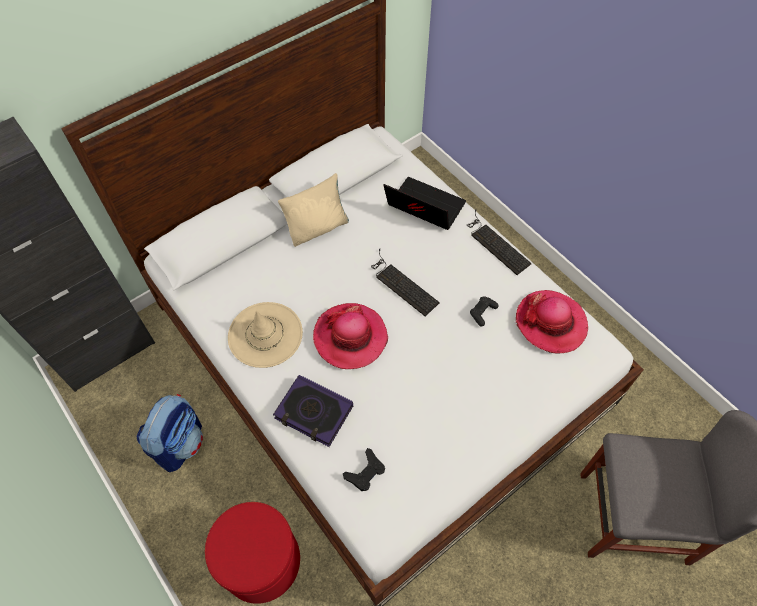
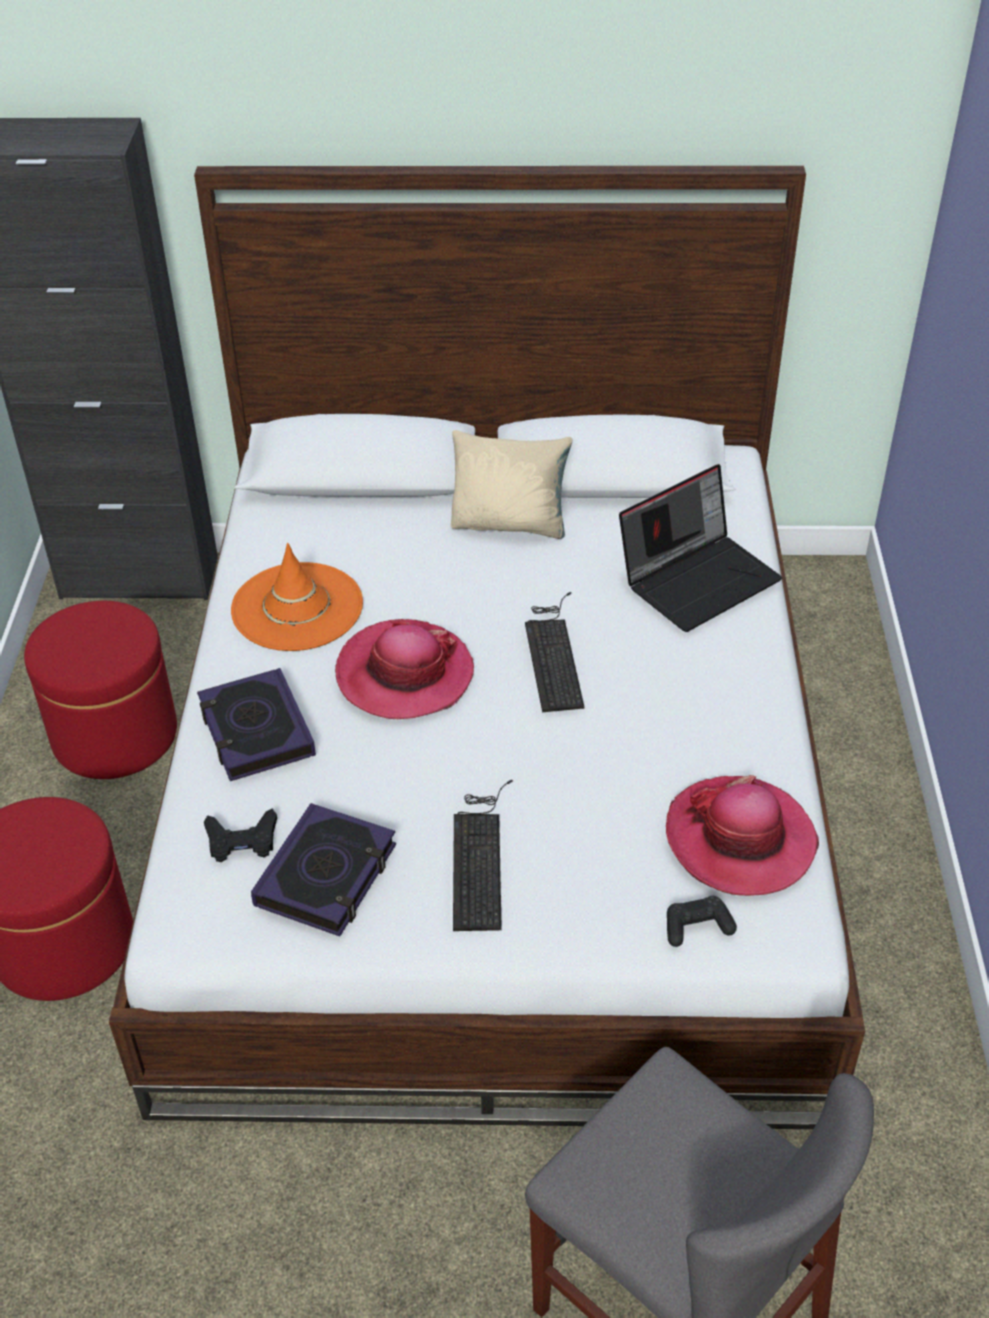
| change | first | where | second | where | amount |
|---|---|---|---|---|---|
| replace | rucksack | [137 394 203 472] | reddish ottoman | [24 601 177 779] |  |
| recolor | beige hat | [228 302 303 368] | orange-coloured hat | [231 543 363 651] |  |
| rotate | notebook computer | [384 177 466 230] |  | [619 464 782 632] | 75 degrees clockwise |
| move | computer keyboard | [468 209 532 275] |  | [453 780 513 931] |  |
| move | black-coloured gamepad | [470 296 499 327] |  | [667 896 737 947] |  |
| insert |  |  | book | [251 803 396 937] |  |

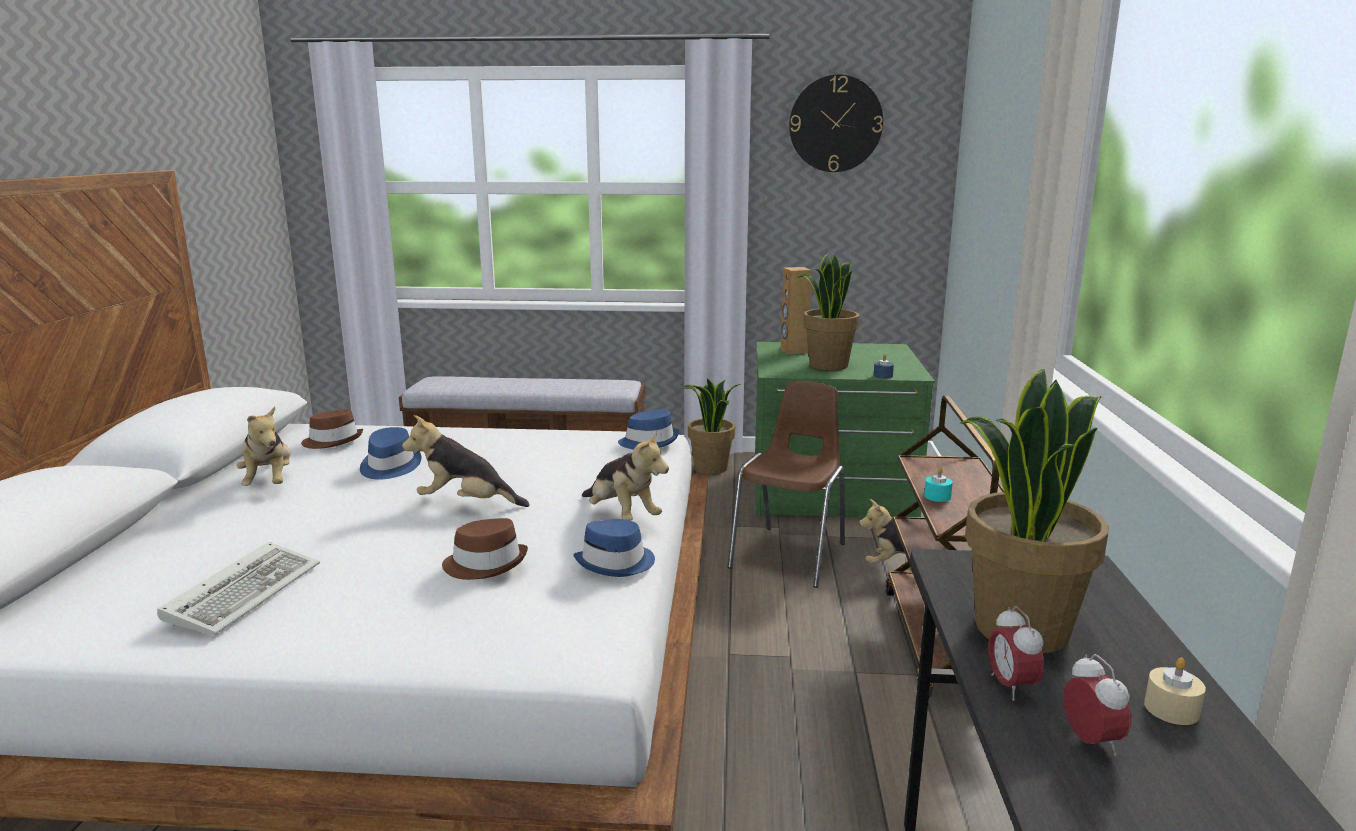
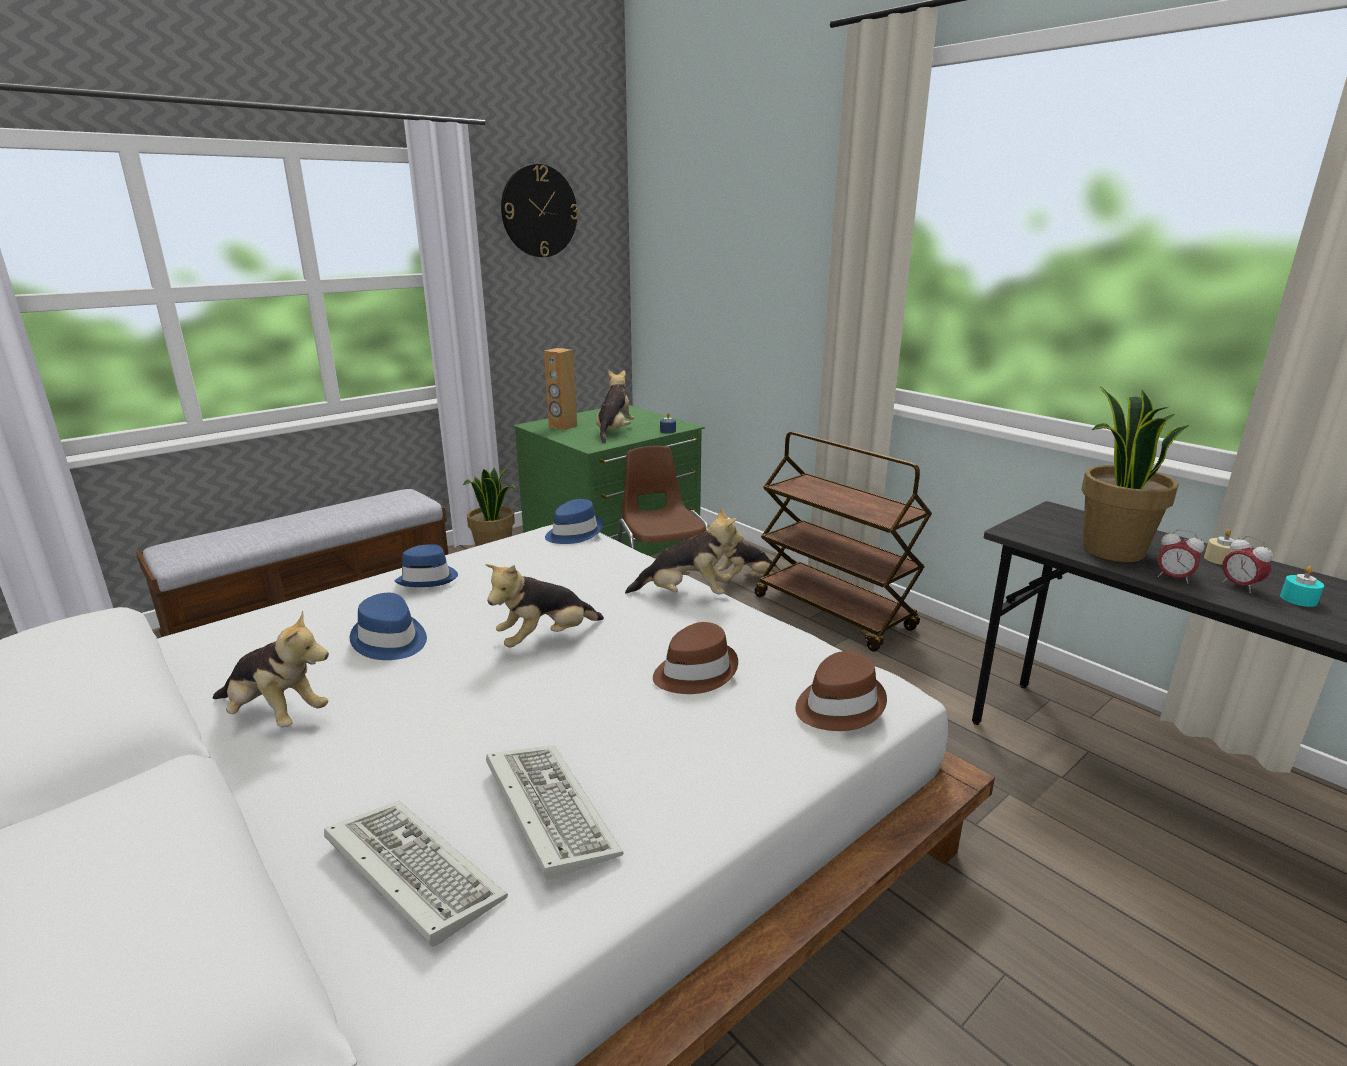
| change | first | where | second | where | amount |
|---|---|---|---|---|---|
| move | brown-coloured hat | [301 409 363 449] |  | [795 651 887 731] |  |
| move | blue-coloured hat | [573 519 655 577] |  | [395 544 458 587] |  |
| replace | potted plant | [797 253 859 371] | soft toy | [596 370 634 443] |  |
| move | turquoise-coloured wax light | [924 467 953 502] |  | [1280 566 1324 607] |  |
| rotate | table clock | [1064 654 1131 756] |  | [1222 536 1273 593] | 150 degrees counterclockwise |
| insert |  |  | computer keyboard | [324 800 508 947] |  |

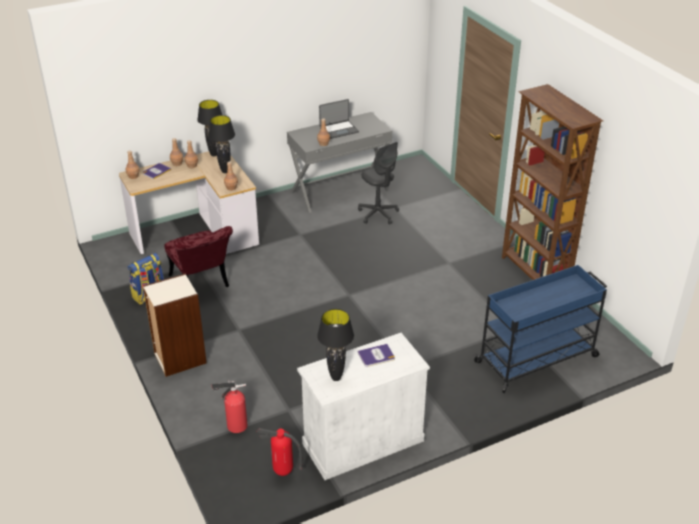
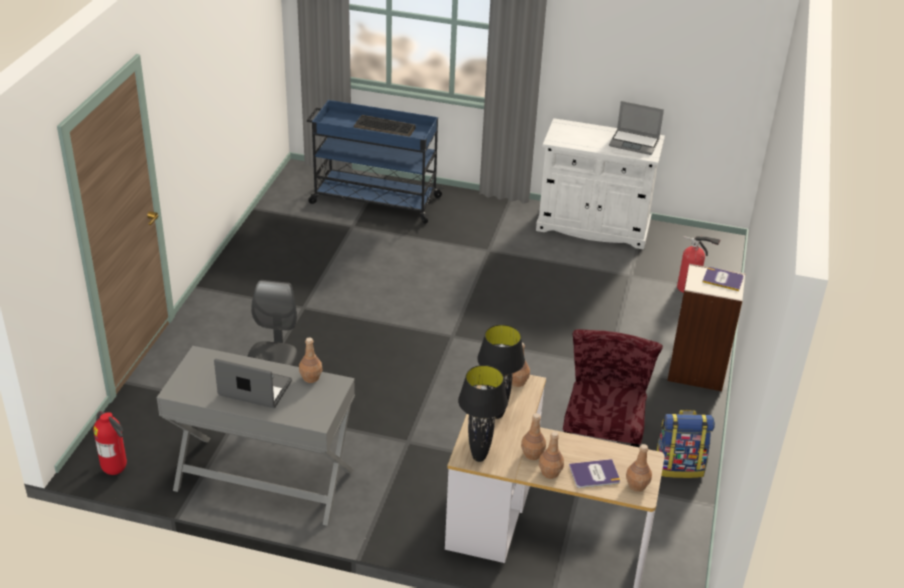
| change | first | where | second | where | amount |
|---|---|---|---|---|---|
| move | extinguisher | [257 428 303 476] |  | [93 411 127 475] |  |
| replace | black-coloured table lamp | [317 309 354 381] | notebook computer | [609 101 664 155] |  |
| move | book | [357 344 395 367] |  | [702 267 744 291] |  |
| delete | brown-coloured bookshelf | [502 84 603 280] |  |  |  |
| insert |  |  | computer keyboard | [353 115 416 137] |  |

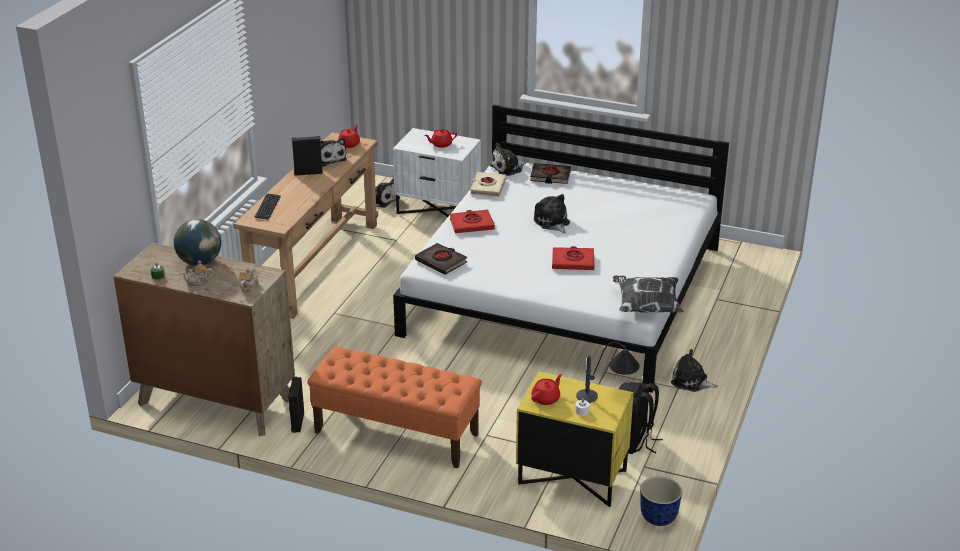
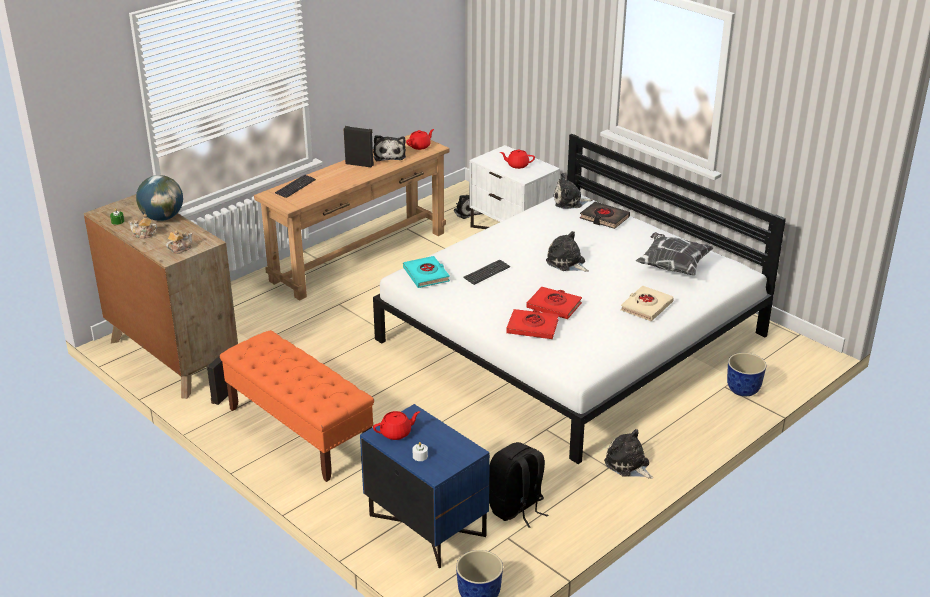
| change | first | where | second | where | amount |
|---|---|---|---|---|---|
| recolor | black-coloured book | [415 243 467 275] | turquoise-coloured book | [403 256 450 288] |  |
| move | reddish book | [450 210 495 233] |  | [506 309 559 339] |  |
| move | beige book | [470 172 506 197] |  | [620 285 674 321] |  |
| recolor | yellowish night table | [516 371 633 507] | blue-coloured night table | [360 404 490 568] |  |
| rotate | soft toy | [534 194 570 233] |  | [546 231 589 272] | 45 degrees counterclockwise |
| delete | table lamp | [576 342 639 403] |  |  |  |
| move | pillow | [613 275 684 313] |  | [636 232 714 275] |  |
| insert |  |  | computer keyboard | [464 260 510 285] |  |
| insert |  |  | planter | [727 353 766 396] |  |

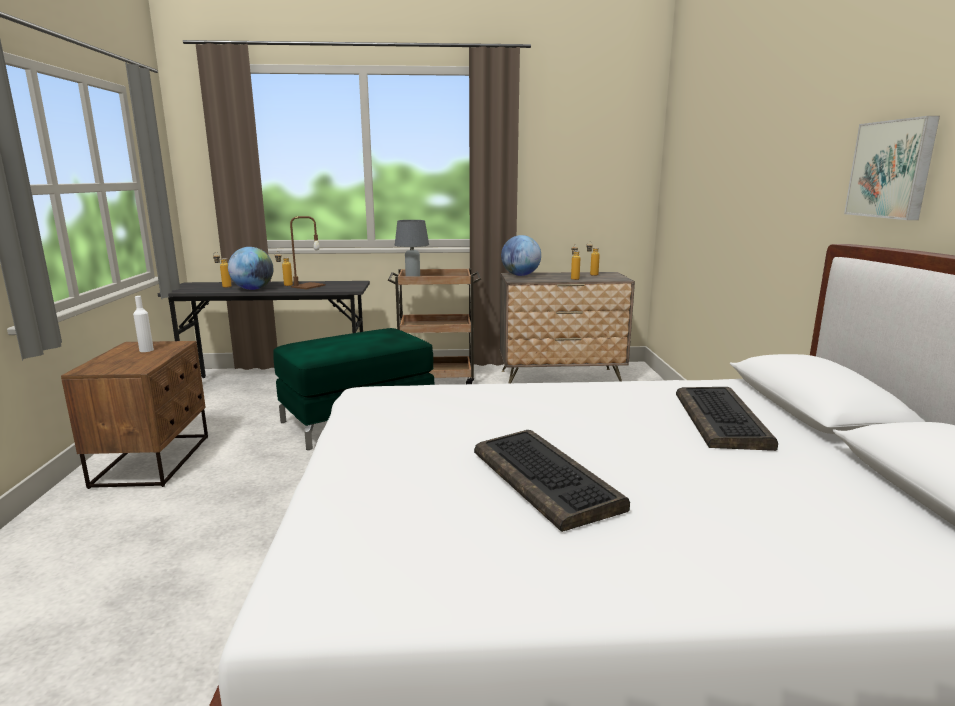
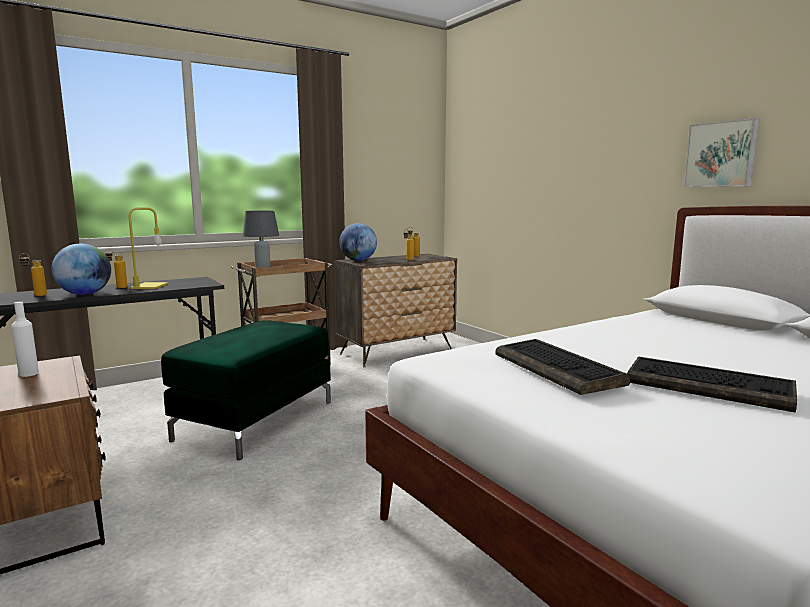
| change | first | where | second | where | amount |
|---|---|---|---|---|---|
| recolor | brown-coloured table lamp | [290 216 326 290] | yellowish table lamp | [128 207 168 289] |  |
| move | computer keyboard | [676 387 778 451] |  | [495 339 630 395] |  |

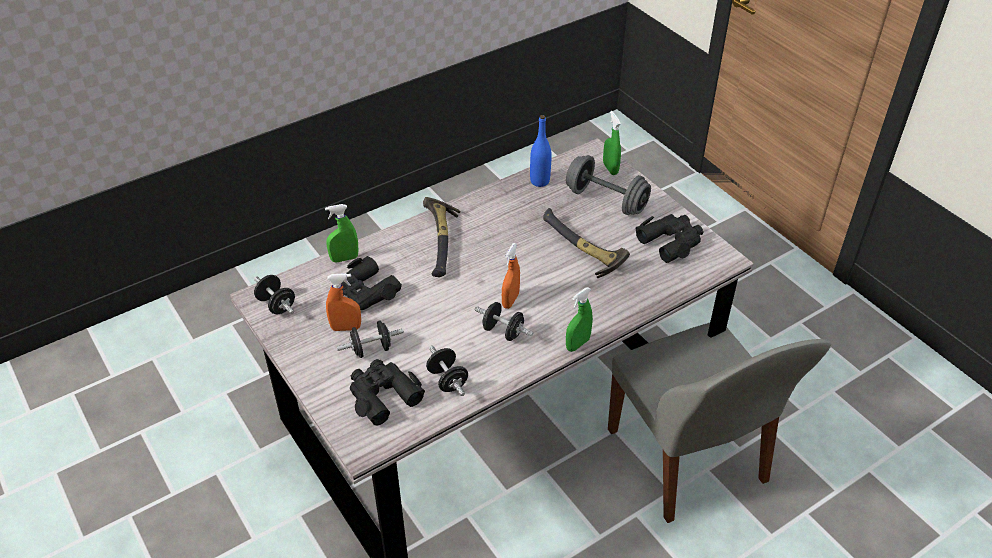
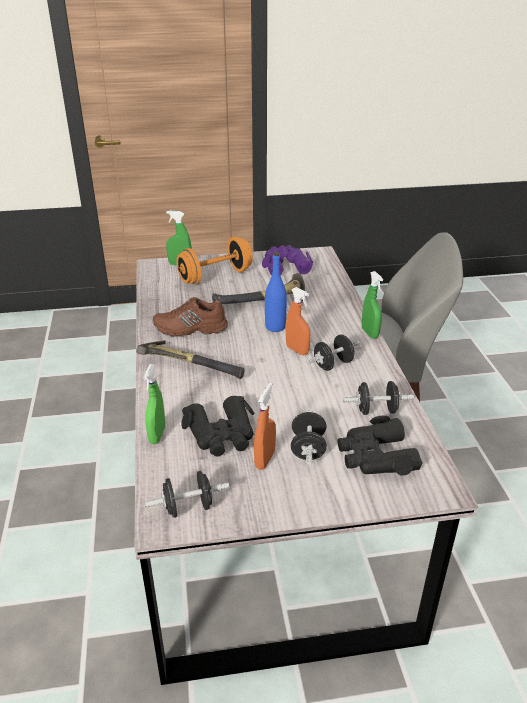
| change | first | where | second | where | amount |
|---|---|---|---|---|---|
| move | blue-coloured drink bottle | [530 115 552 187] |  | [265 252 287 332] |  |
| recolor | greyish dumbbell | [566 155 651 215] | orange-coloured dumbbell | [176 236 253 285] |  |
| recolor | black-coloured field glasses | [636 214 704 263] | purple-coloured field glasses | [262 245 313 275] |  |
| insert |  |  | brown-coloured item of footwear | [153 297 228 337] |  |

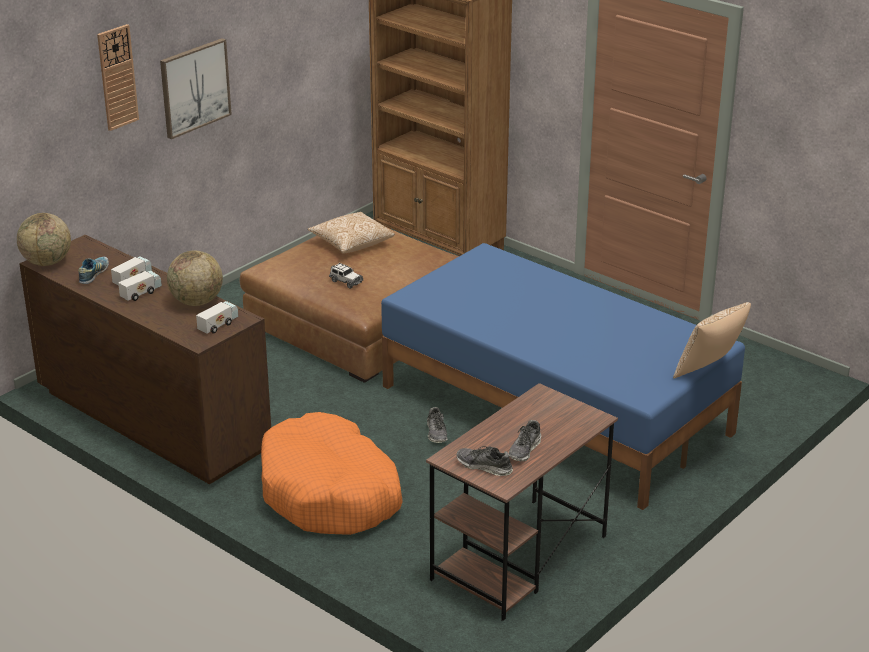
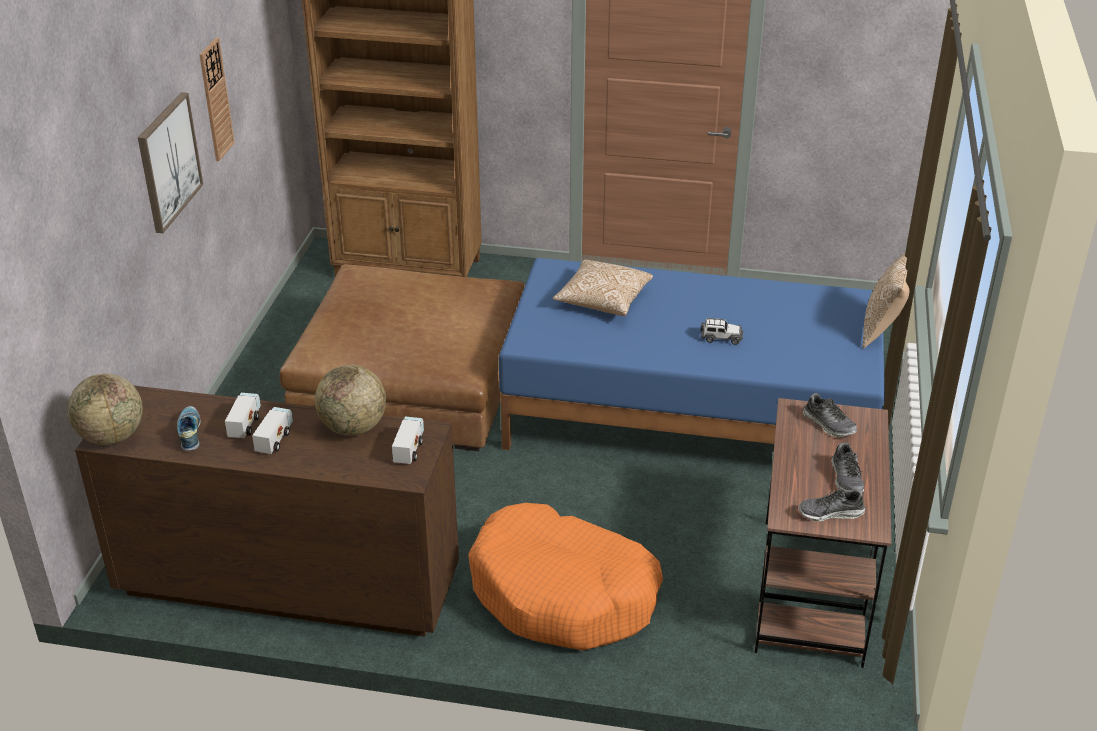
| change | first | where | second | where | amount |
|---|---|---|---|---|---|
| move | hanging clock | [97 24 139 131] |  | [199 37 235 161] |  |
| move | pillow | [308 212 395 253] |  | [553 260 653 316] |  |
| move | miniature car | [329 263 363 289] |  | [701 318 743 345] |  |
| move | item of footwear | [427 407 447 443] |  | [803 393 857 438] |  |

